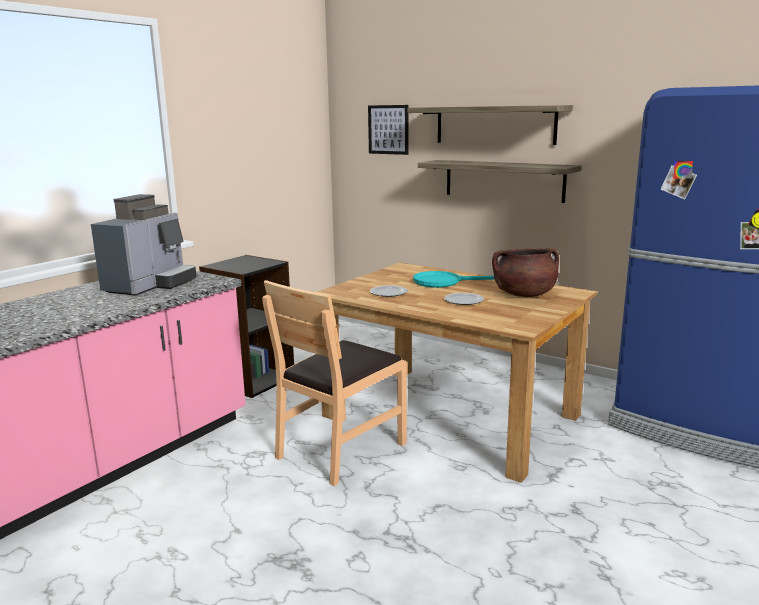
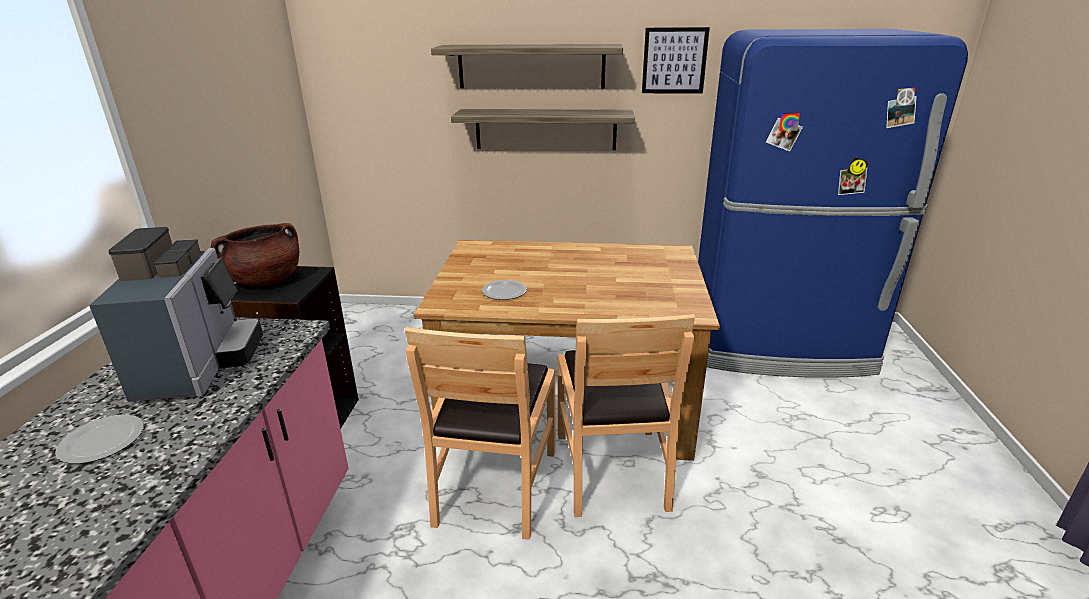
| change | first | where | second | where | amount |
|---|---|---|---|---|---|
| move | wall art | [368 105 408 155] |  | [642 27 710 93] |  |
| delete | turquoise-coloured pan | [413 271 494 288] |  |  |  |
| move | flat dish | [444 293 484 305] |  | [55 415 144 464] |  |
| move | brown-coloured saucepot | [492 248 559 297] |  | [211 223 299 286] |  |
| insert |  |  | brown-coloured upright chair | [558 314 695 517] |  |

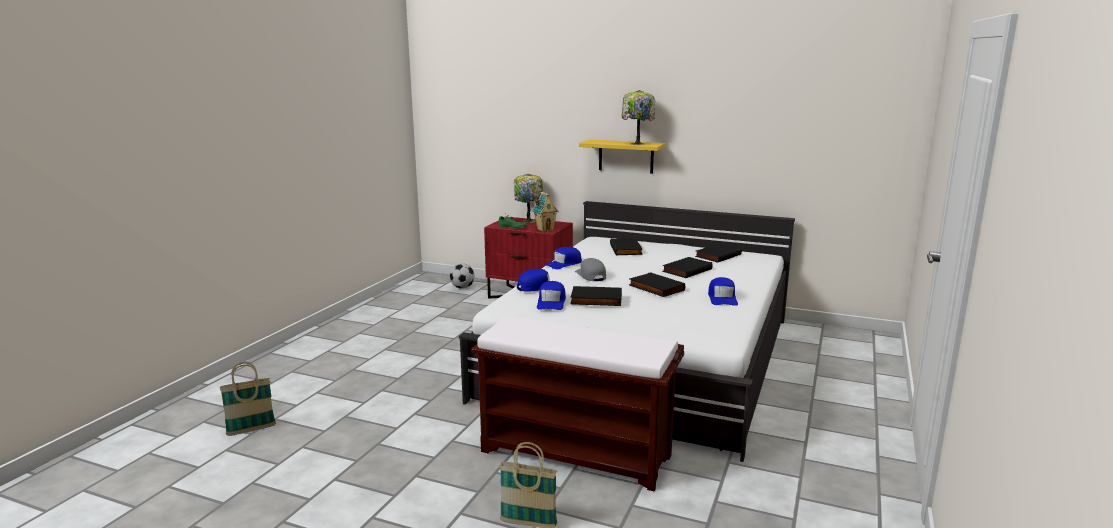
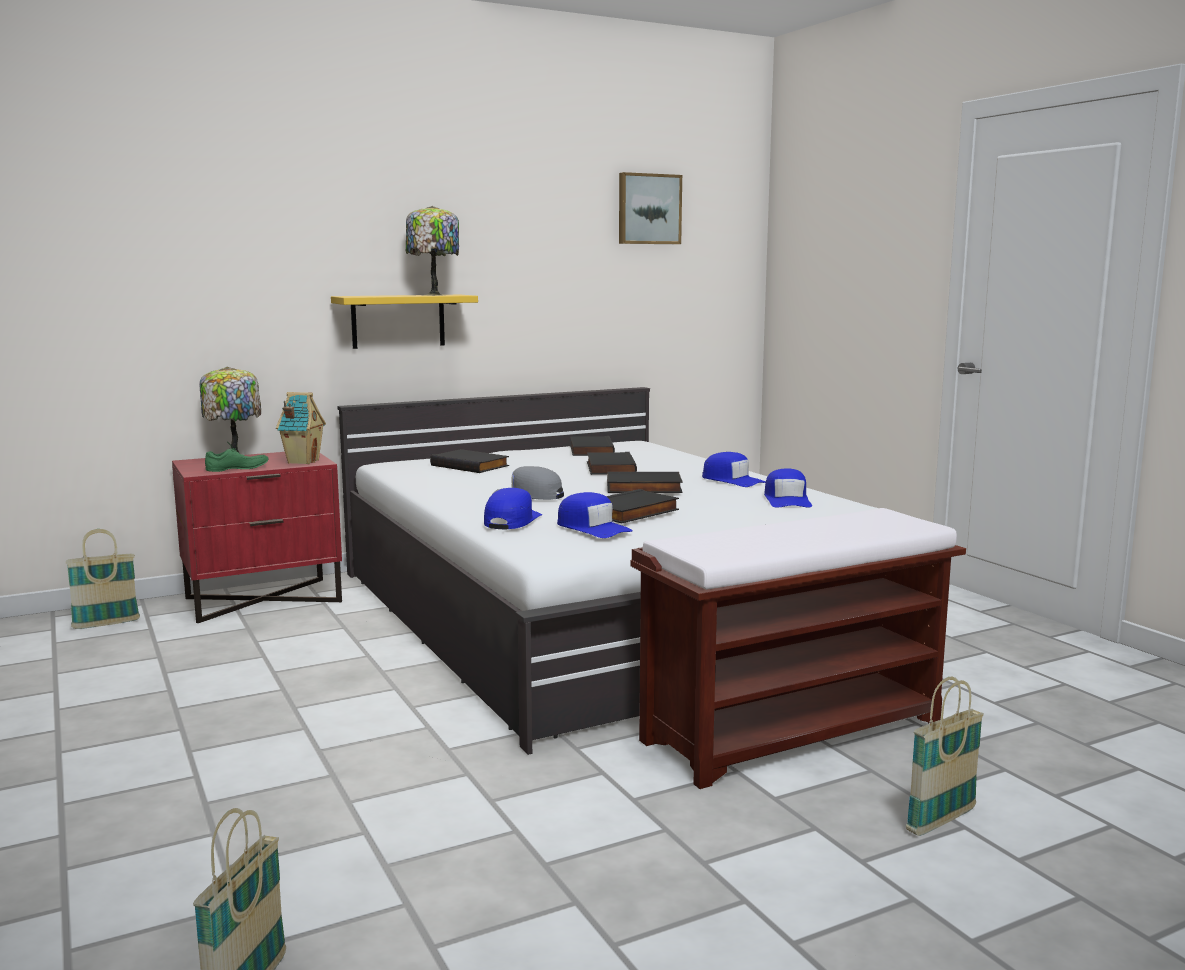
| change | first | where | second | where | amount |
|---|---|---|---|---|---|
| replace | football ball | [450 263 474 289] | storage basket | [66 529 140 629] |  |
| move | blue-coloured baseball cap | [545 247 582 269] |  | [764 469 812 508] |  |
| insert |  |  | wall art | [619 172 682 244] |  |

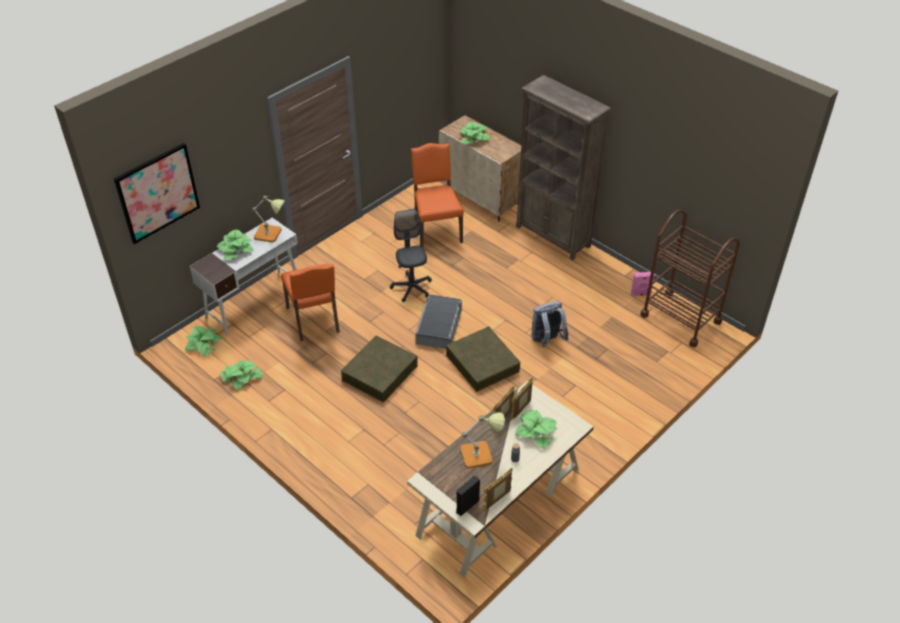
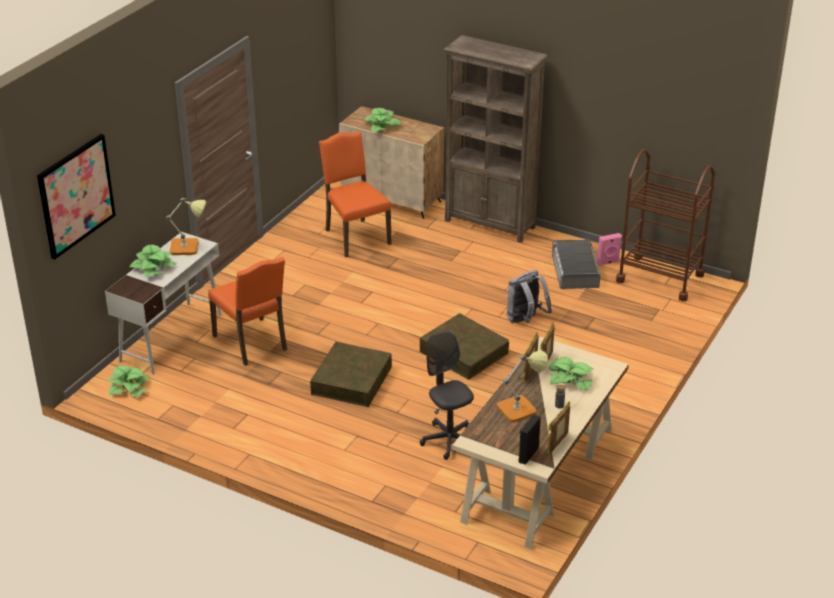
| change | first | where | second | where | amount |
|---|---|---|---|---|---|
| delete | potted plant | [220 360 263 391] |  |  |  |
| move | greyish computer chair | [390 209 432 303] |  | [420 330 474 460] |  |
| move | greyish storage box | [415 295 462 349] |  | [552 239 600 289] |  |

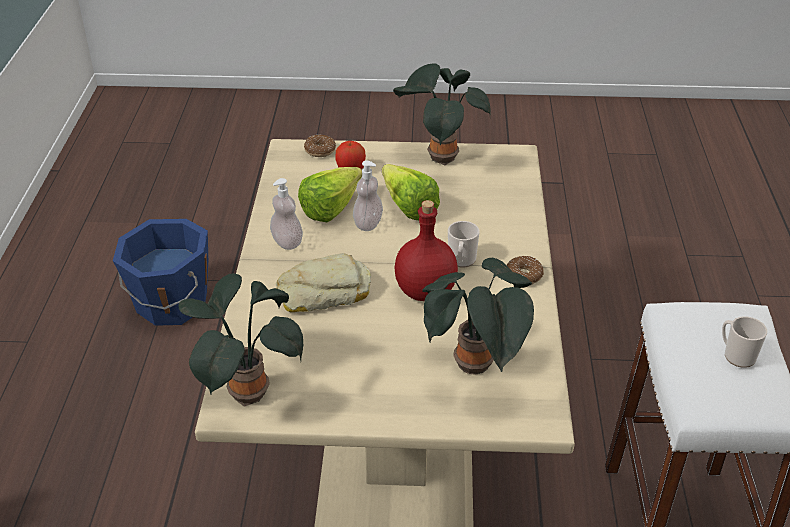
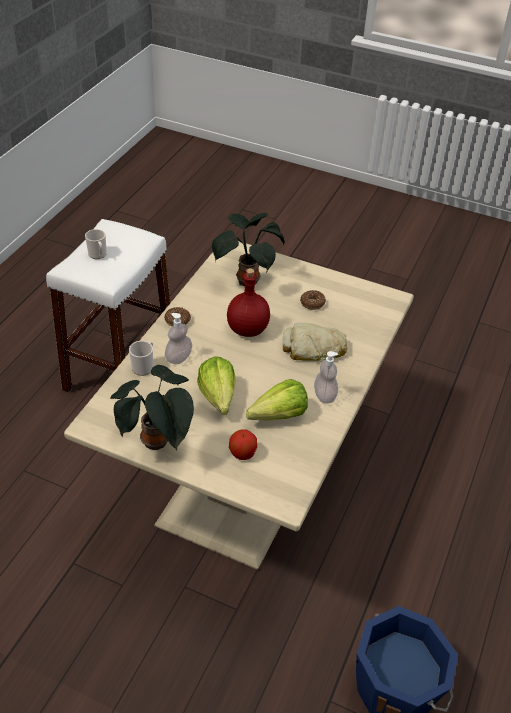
| change | first | where | second | where | amount |
|---|---|---|---|---|---|
| delete | potted plant | [179 273 303 407] |  |  |  |
| move | doughnut | [304 135 336 157] |  | [300 290 326 310] |  |
| move | liquid soap bottle | [353 160 383 231] |  | [165 313 192 364] |  |
| move | mug | [448 221 479 268] |  | [129 341 153 376] |  |

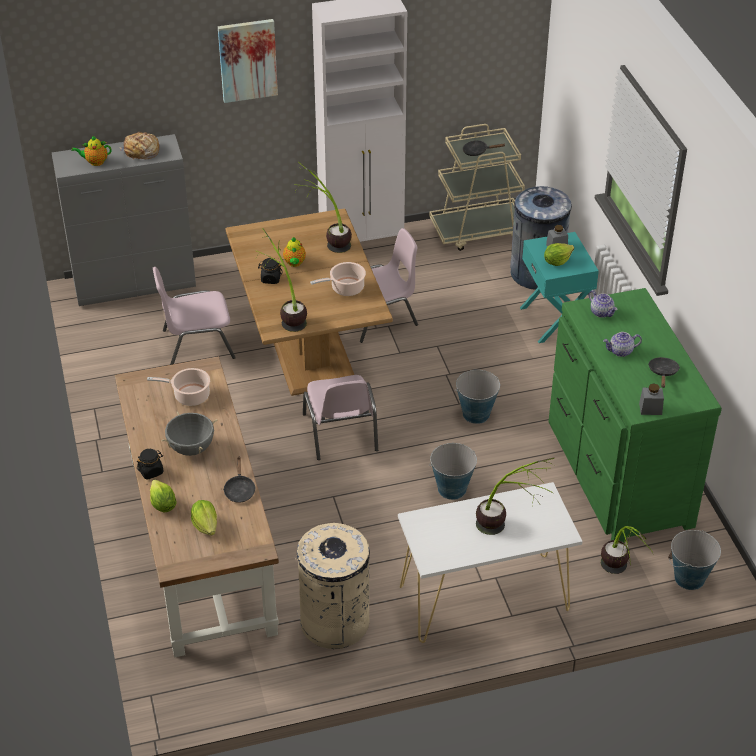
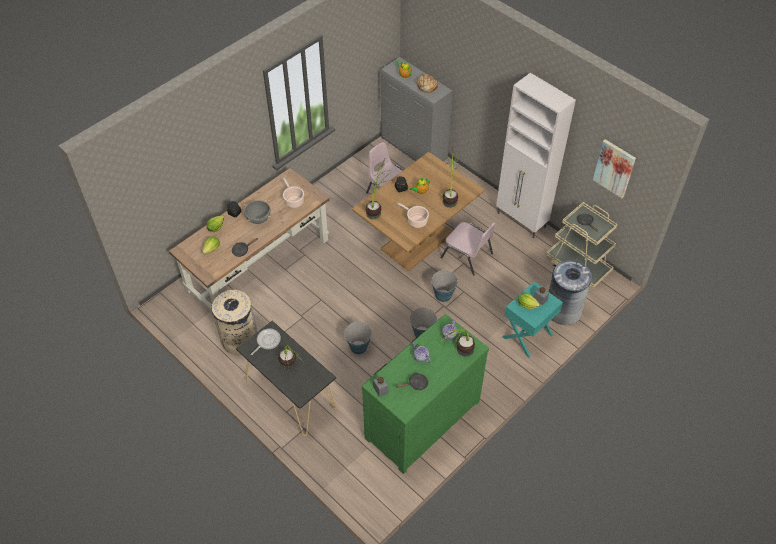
| change | first | where | second | where | amount |
|---|---|---|---|---|---|
| move | wall art | [218 19 278 103] |  | [593 139 636 198] |  |
| delete | pinkish upright chair | [303 375 378 460] |  |  |  |
| recolor | white hall table | [398 482 583 643] | black-coloured hall table | [236 320 337 436] |  |
| move | potted plant | [601 526 653 574] |  | [438 329 475 356] |  |
| move | bucket | [668 530 721 590] |  | [431 270 458 302] |  |
| insert |  |  | pan | [251 329 281 355] |  |

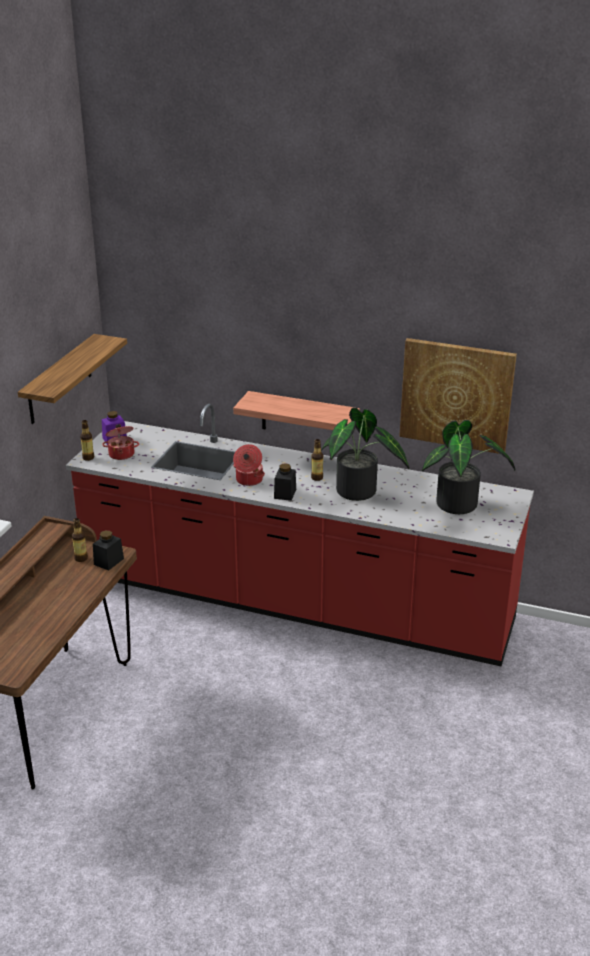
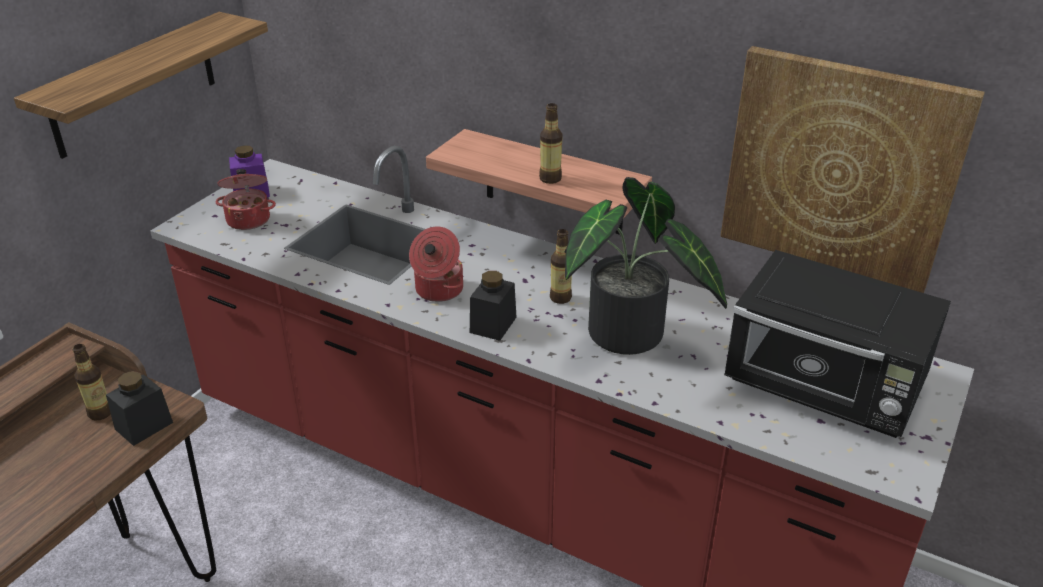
| change | first | where | second | where | amount |
|---|---|---|---|---|---|
| move | drink bottle | [80 420 94 461] |  | [539 103 563 184] |  |
| replace | potted plant | [422 420 516 514] | black-coloured kitchen microwave | [724 250 951 438] |  |

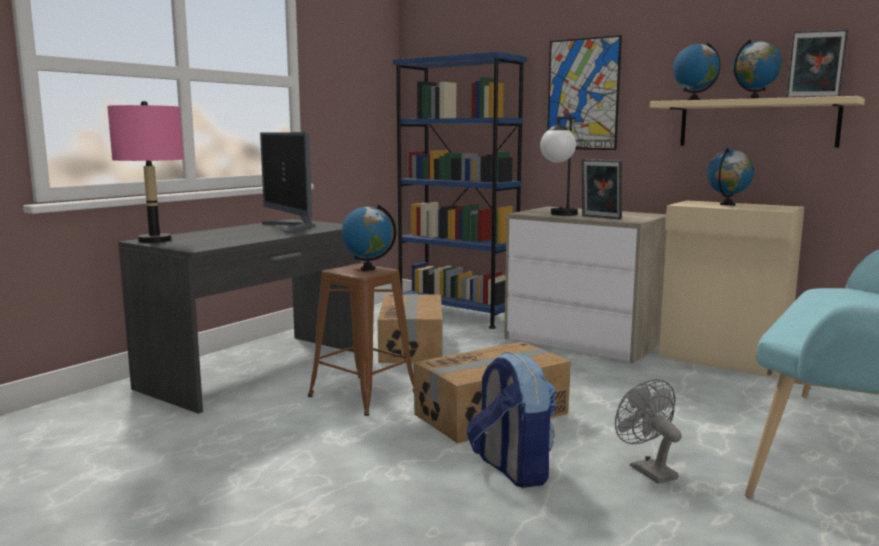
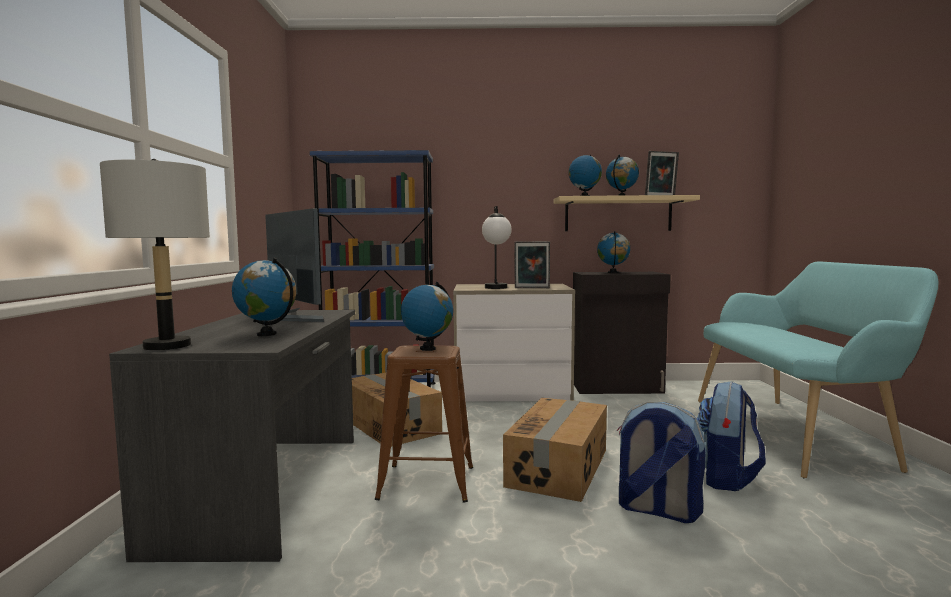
| change | first | where | second | where | amount |
|---|---|---|---|---|---|
| recolor | pinkish table lamp | [107 101 184 243] | greyish table lamp | [100 159 210 350] |  |
| rotate | computer display | [260 132 315 234] |  | [265 208 324 322] | 150 degrees counterclockwise |
| delete | wall art | [547 35 622 150] |  |  |  |
| replace | greyish cooling fan | [615 379 682 484] | rucksack | [697 381 765 491] |  |
| recolor | beige cabinet | [659 200 804 379] | black-coloured cabinet | [573 272 671 394] |  |
| insert |  |  | desk globe | [232 258 296 336] |  |

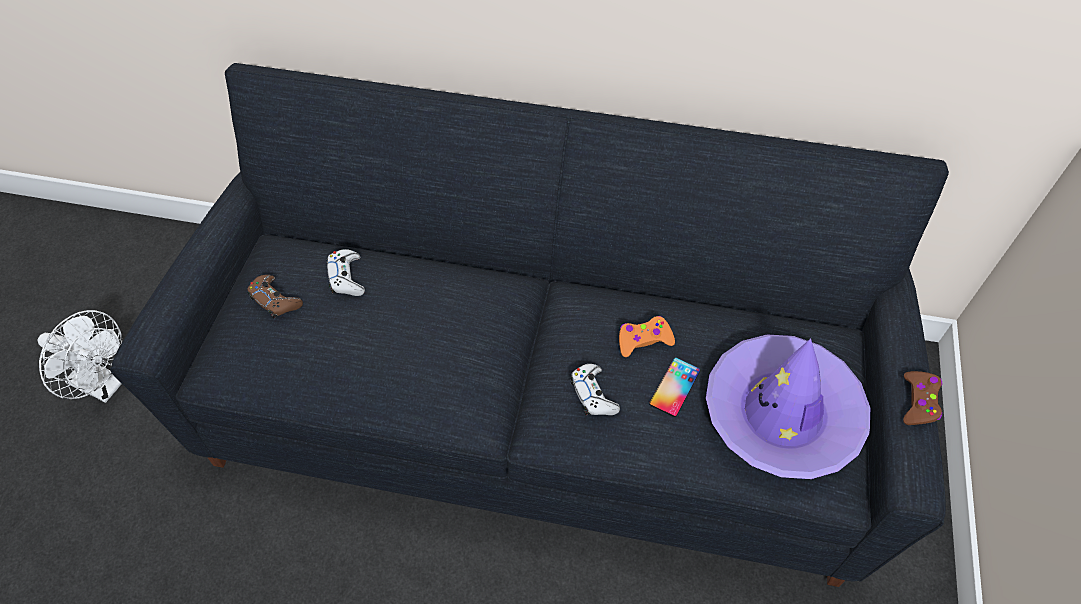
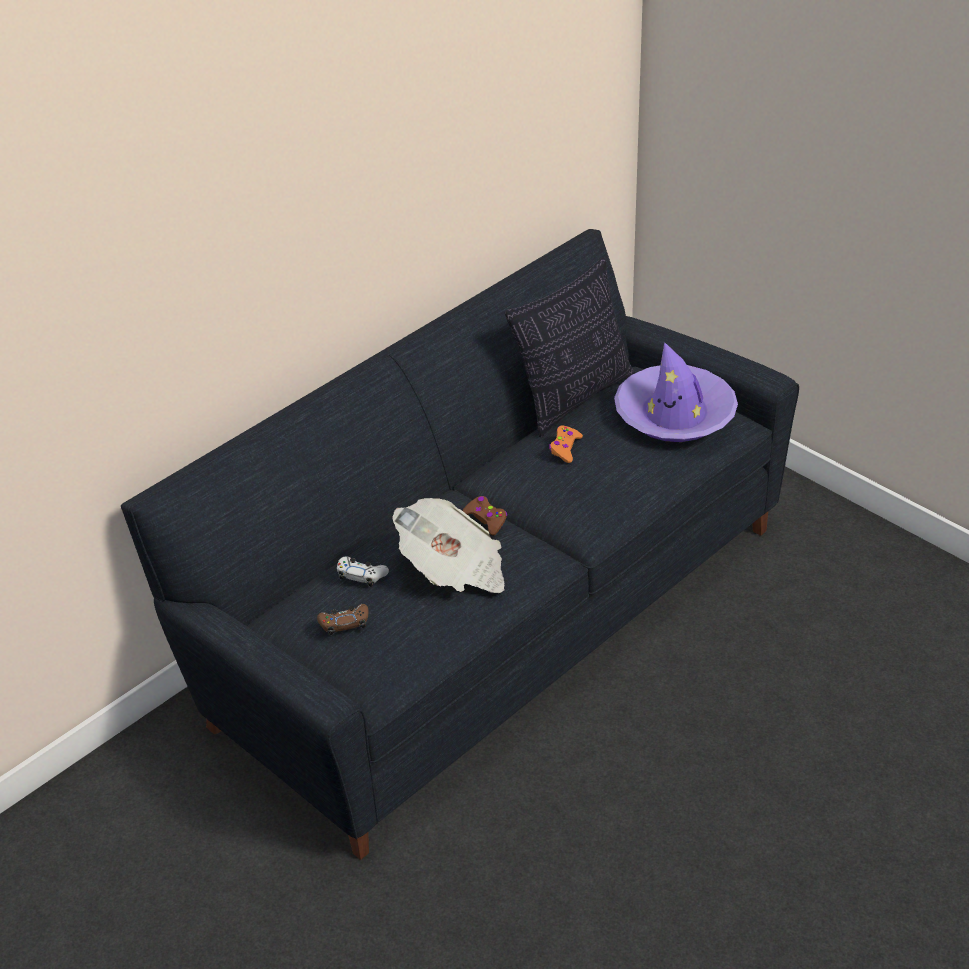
| change | first | where | second | where | amount |
|---|---|---|---|---|---|
| delete | white cooling fan | [37 310 123 403] |  |  |  |
| delete | white gamepad | [571 364 620 416] |  |  |  |
| delete | phone | [649 358 700 417] |  |  |  |
| move | brown-coloured gamepad | [903 371 942 425] |  | [462 496 507 535] |  |
| insert |  |  | daily paper | [392 498 505 593] |  |
| insert |  |  | pillow | [505 257 635 437] |  |

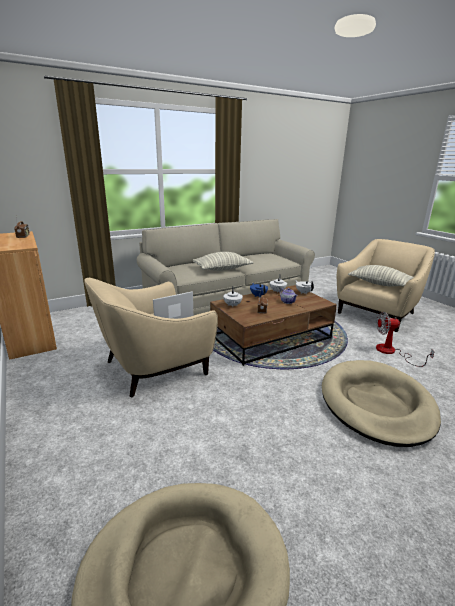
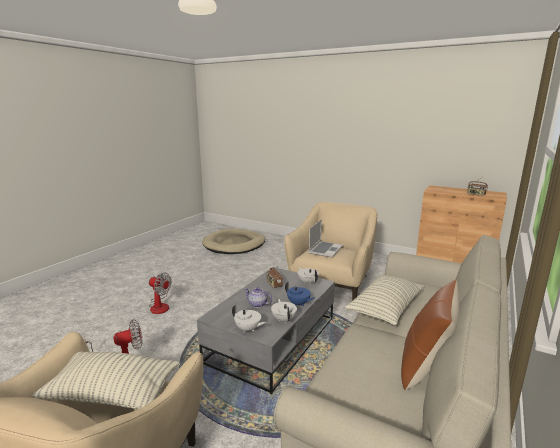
| change | first | where | second | where | amount |
|---|---|---|---|---|---|
| recolor | brown-coloured low table | [210 285 337 366] | greyish low table | [197 267 335 394] |  |
| replace | beige pet bed | [322 360 441 447] | cooling fan | [149 273 172 314] |  |
| insert |  |  | brown-coloured pillow | [401 279 460 390] |  |

